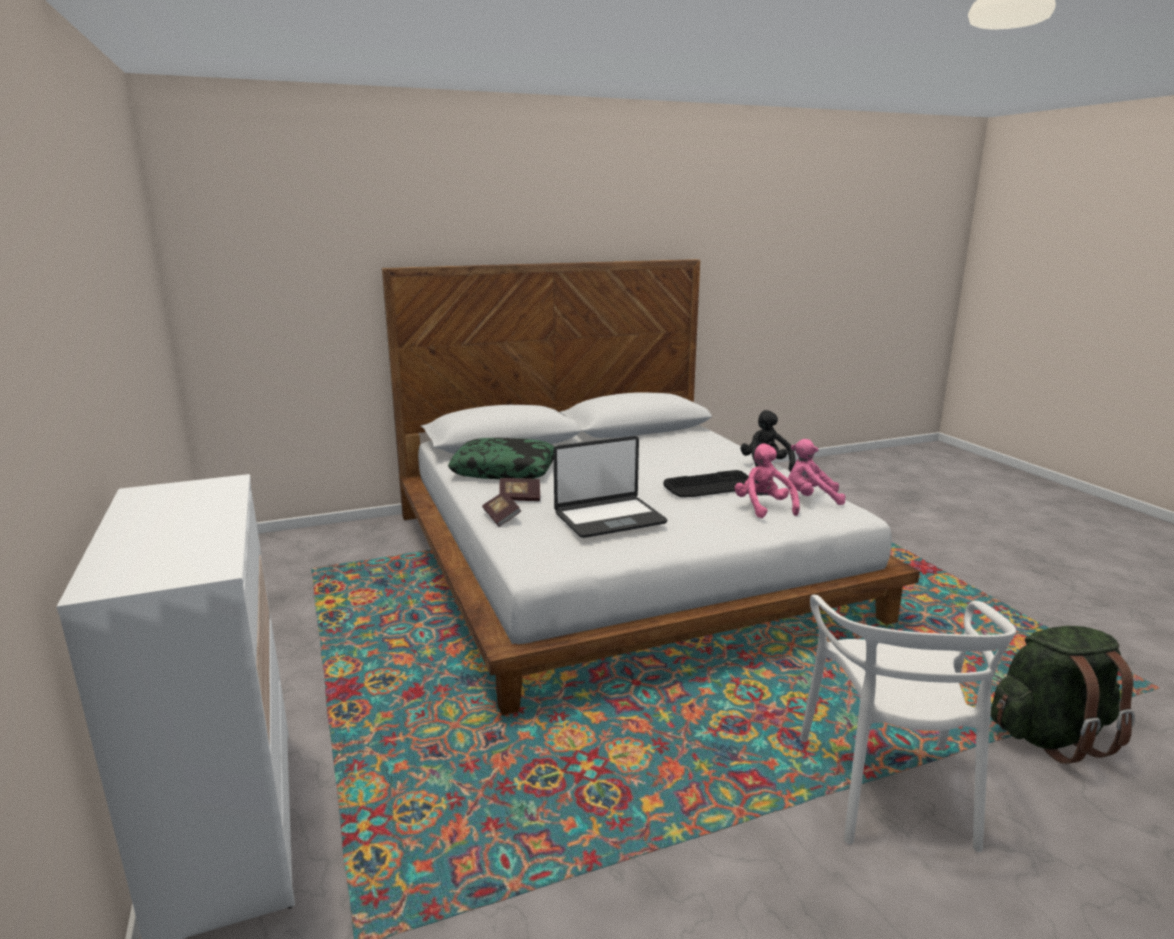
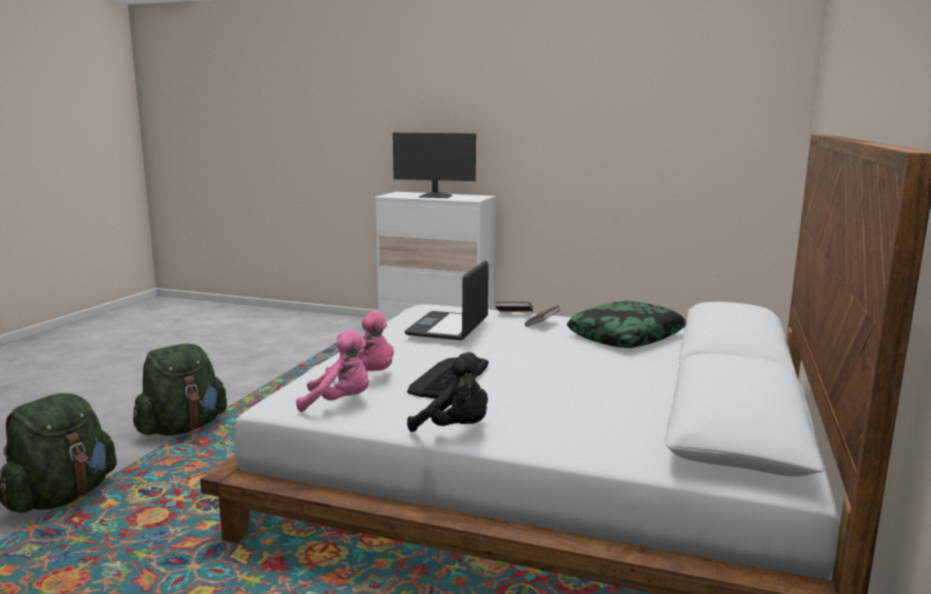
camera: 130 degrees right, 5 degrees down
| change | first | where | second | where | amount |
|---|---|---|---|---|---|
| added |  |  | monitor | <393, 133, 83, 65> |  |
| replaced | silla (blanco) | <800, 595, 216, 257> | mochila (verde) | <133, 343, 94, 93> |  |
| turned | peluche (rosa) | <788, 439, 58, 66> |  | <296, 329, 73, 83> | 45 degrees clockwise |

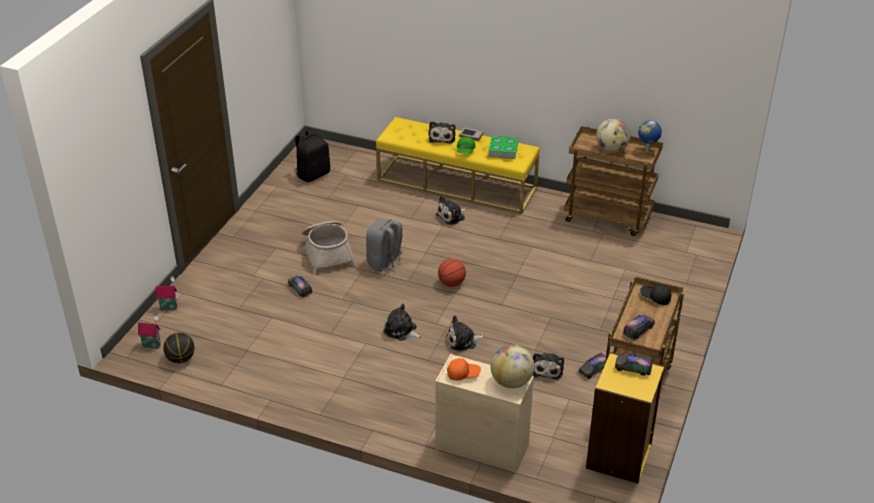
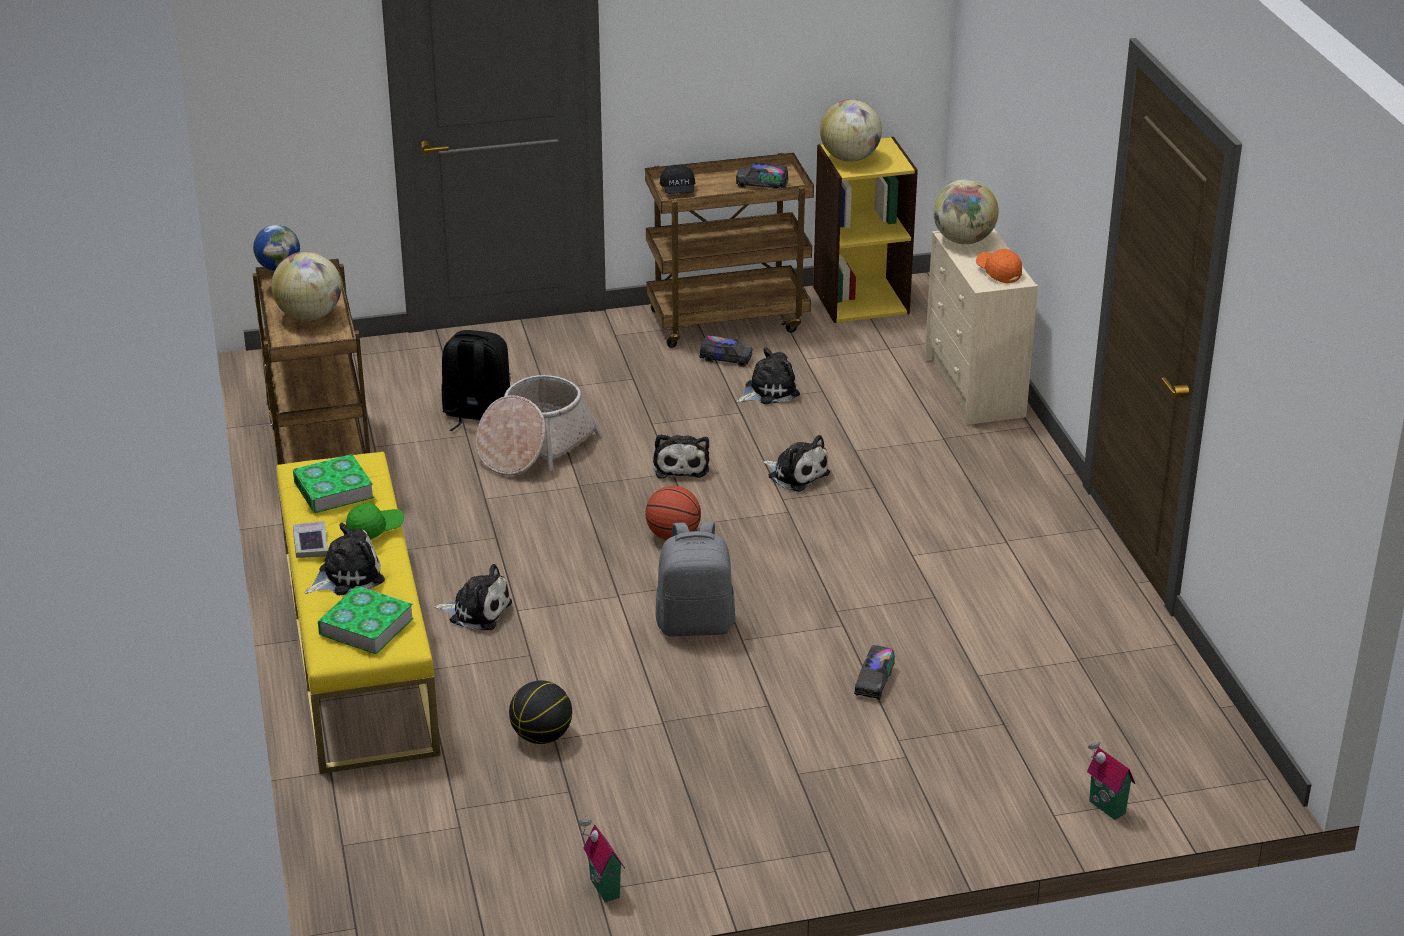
camera: 125 degrees left, 5 degrees down
| change | first | where | second | where | amount |
|---|---|---|---|---|---|
| added |  |  | libro | <318, 586, 96, 68> |  |
| moved | casita | <138, 314, 23, 35> |  | <578, 815, 47, 87> |  |
| moved | balón de baloncesto | <163, 333, 32, 30> |  | <509, 680, 63, 64> |  |
| moved | mochila (negro) | <295, 130, 35, 52> |  | <442, 330, 69, 101> |  |
| moved | cesta | <302, 221, 54, 54> |  | <476, 375, 126, 101> |  |
| moved | peluche | <383, 304, 39, 37> |  | <653, 434, 56, 45> |  |
| replaced | camión de juguete | <615, 353, 38, 23> | globo terráqueo | <820, 99, 62, 63> |  |

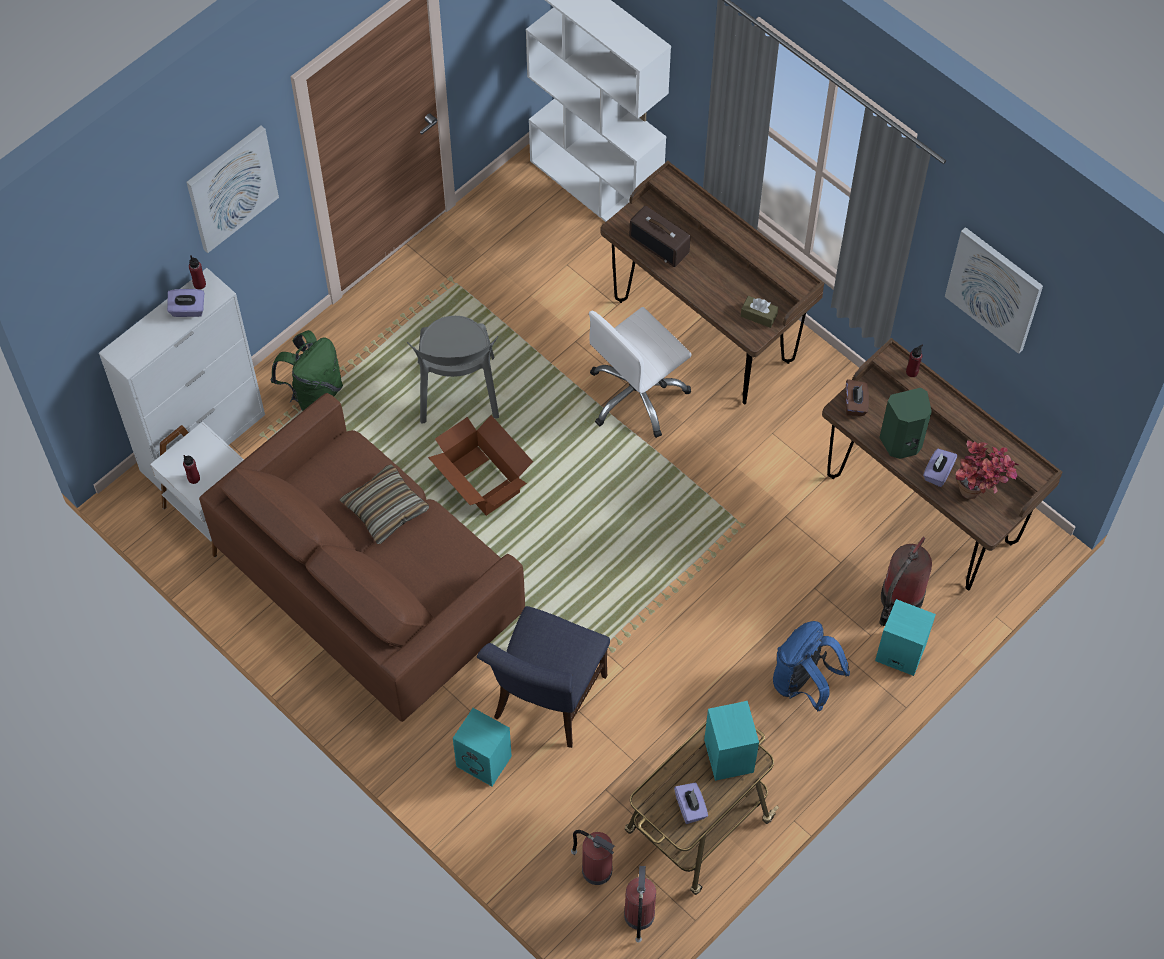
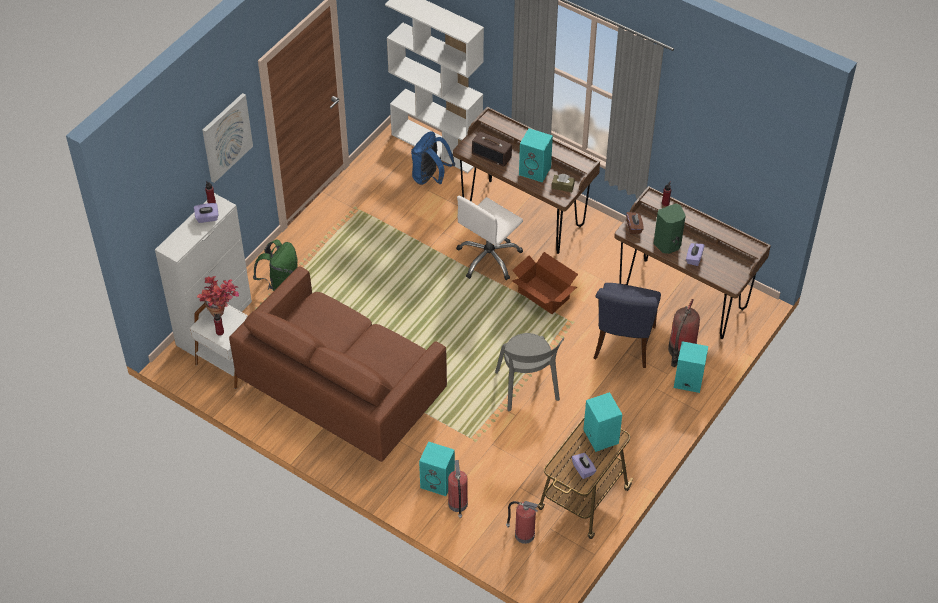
camera: 10 degrees left, 10 degrees down
| change | first | where | second | where | amount |
|---|---|---|---|---|---|
| removed | cojín | <340, 464, 89, 80> |  |  |  |
| removed | cuadro | <945, 227, 98, 127> |  |  |  |
| added |  |  | altavoz (turquesa) | <519, 128, 34, 55> |  |
| moved | silla (gris) | <407, 316, 92, 108> |  | <495, 333, 69, 78> |  |
| moved | caja de cartón | <428, 415, 105, 101> |  | <512, 252, 66, 62> |  |
| moved | silla (azul) | <477, 606, 133, 142> |  | <593, 283, 68, 85> |  |
| moved | extintor | <624, 865, 32, 78> |  | <448, 460, 20, 59> |  |
| moved | mochila (azul) | <773, 621, 77, 91> |  | <411, 131, 44, 54> |  |
| moved | planta en maceta | <955, 440, 63, 59> |  | <197, 276, 42, 41> |  |

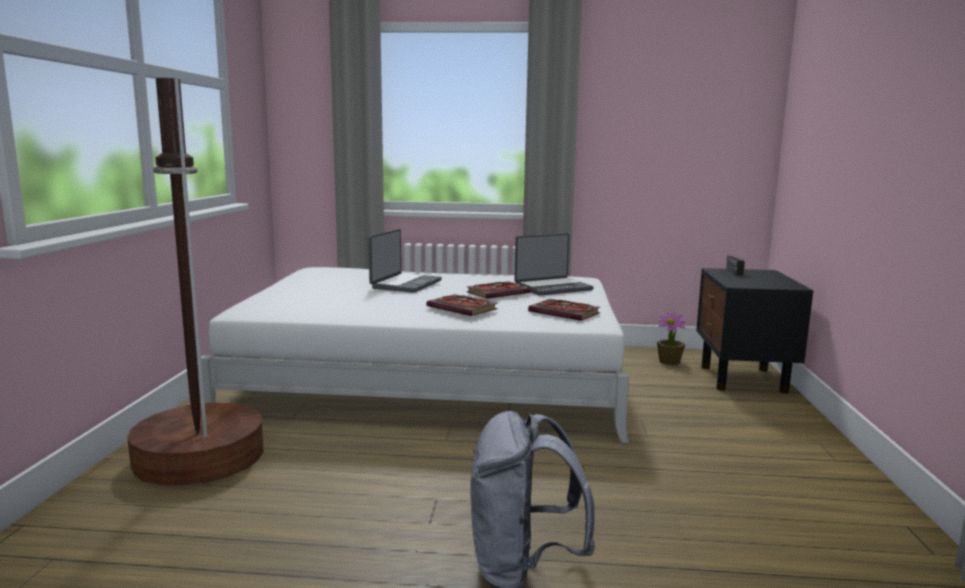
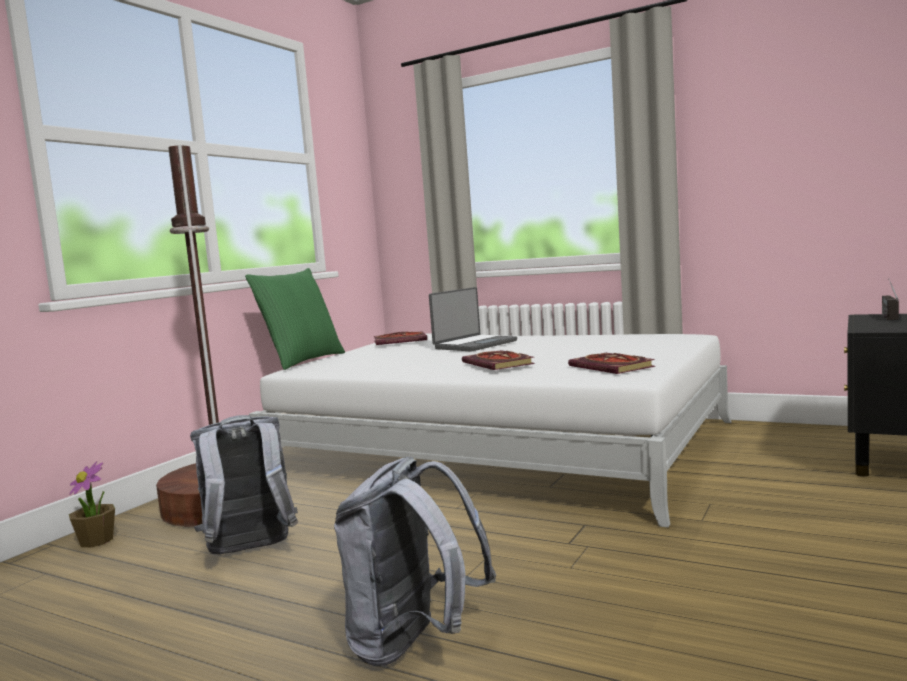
camera: 25 degrees right, 5 degrees down
| change | first | where | second | where | amount |
|---|---|---|---|---|---|
| removed | portátil | <514, 233, 80, 63> |  |  |  |
| added |  |  | mochila (gris) | <190, 415, 108, 139> |  |
| added |  |  | cojín (verde) | <245, 268, 100, 102> |  |
| moved | libro | <466, 281, 65, 18> |  | <374, 331, 53, 14> |  |
| moved | planta en maceta | <657, 312, 29, 53> |  | <69, 461, 46, 86> |  |

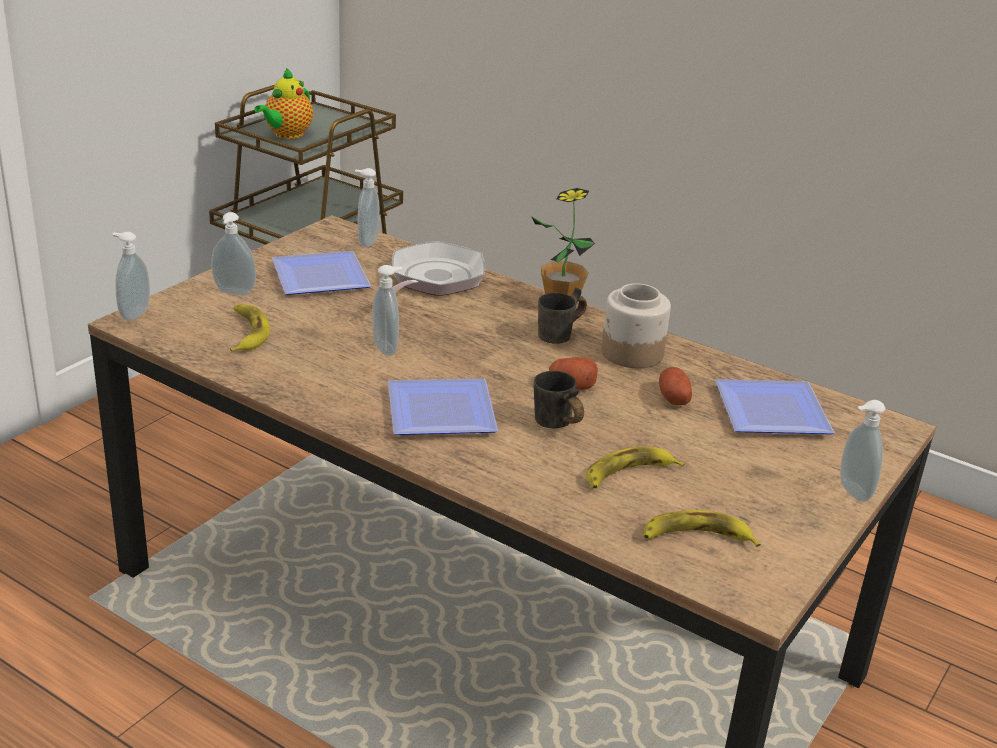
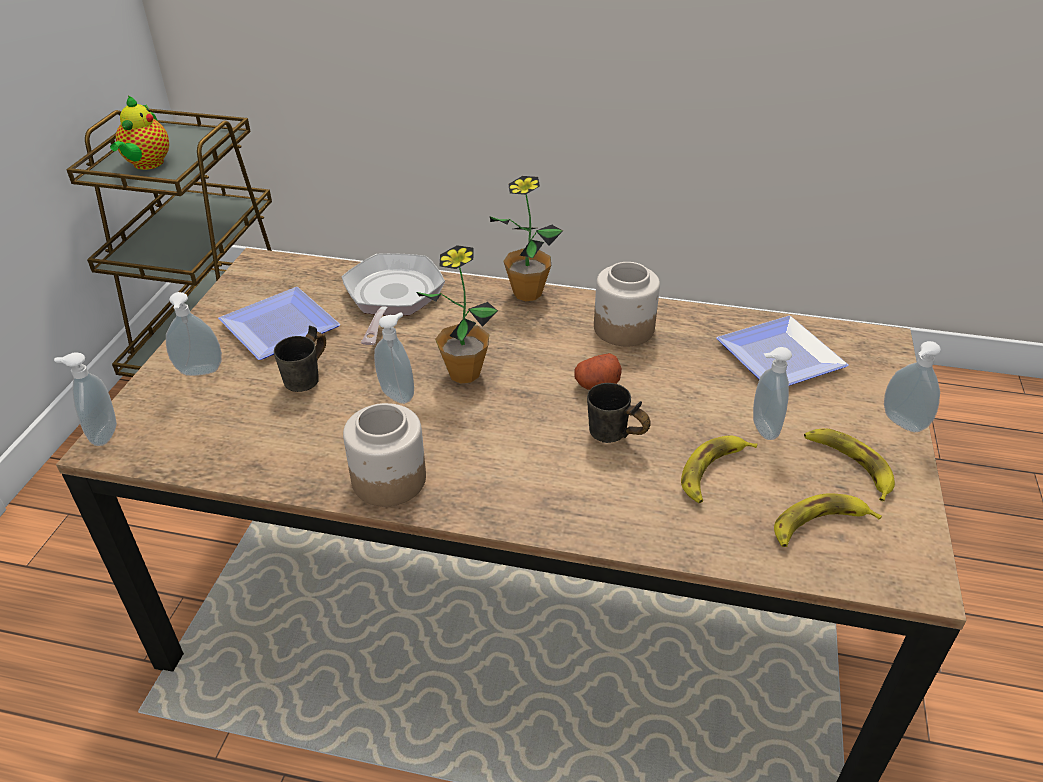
camera: 20 degrees left, 10 degrees up
| change | first | where | second | where | amount |
|---|---|---|---|---|---|
| removed | plato | <388, 378, 110, 57> |  |  |  |
| removed | patata | <659, 367, 33, 38> |  |  |  |
| added |  |  | tarro | <343, 403, 83, 103> |  |
| added |  |  | planta en maceta | <416, 245, 82, 138> |  |
| moved | plátano | <230, 304, 40, 48> |  | <804, 429, 91, 72> |  |
| moved | dispensador de jabón | <355, 168, 25, 79> |  | <753, 347, 39, 93> |  |
| moved | taza grande (gris) | <538, 287, 49, 57> |  | <274, 326, 52, 66> |  |

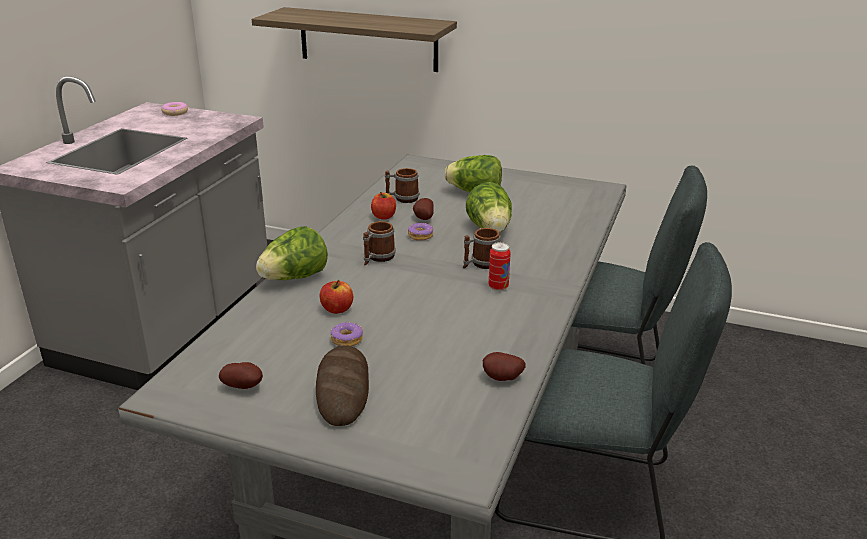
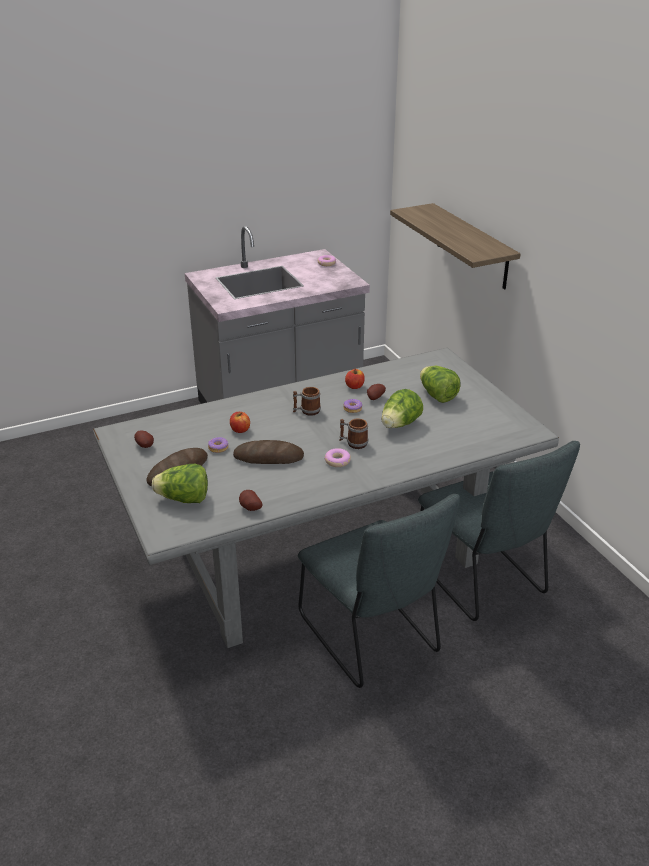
camera: 45 degrees right, 5 degrees up
| change | first | where | second | where | amount |
|---|---|---|---|---|---|
| removed | taza grande | <385, 168, 34, 35> |  |  |  |
| added |  |  | pan | <233, 440, 71, 24> |  |
| moved | lechuga | <256, 226, 72, 54> |  | <152, 464, 56, 39> |  |
| replaced | lata | <489, 242, 22, 49> | rosquilla | <324, 448, 27, 19> |  |

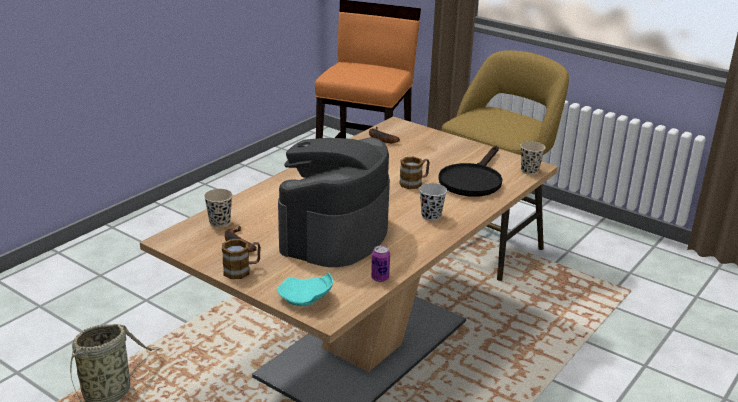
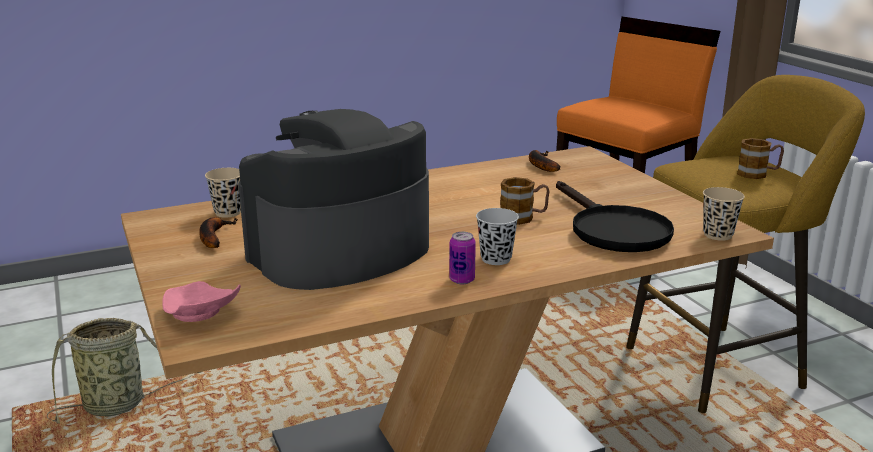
camera: 30 degrees right, 5 degrees down
| change | first | where | second | where | amount |
|---|---|---|---|---|---|
| moved | taza grande | <222, 239, 39, 40> |  | <737, 138, 47, 41> |  |
| moved | lata | <371, 245, 19, 37> |  | <449, 232, 27, 52> |  |
| recoloured | plato (turquesa) | <277, 273, 56, 33> | plato (rosa) | <162, 281, 79, 41> |  |
| turned | sartén (negro) | <438, 146, 64, 51> |  | <556, 181, 118, 71> | 75 degrees counterclockwise |

